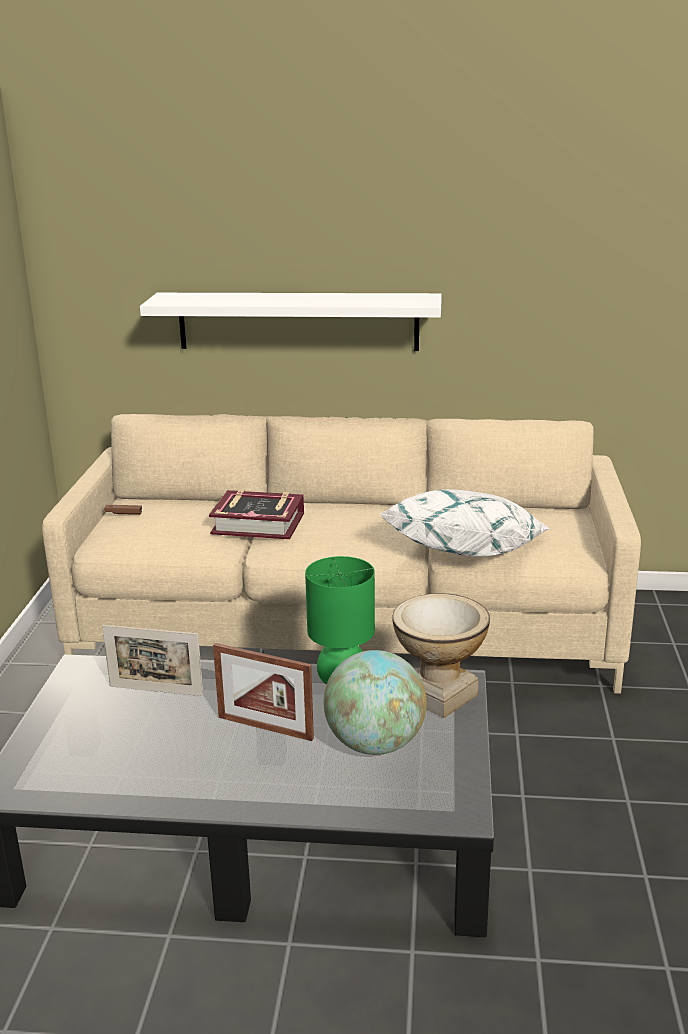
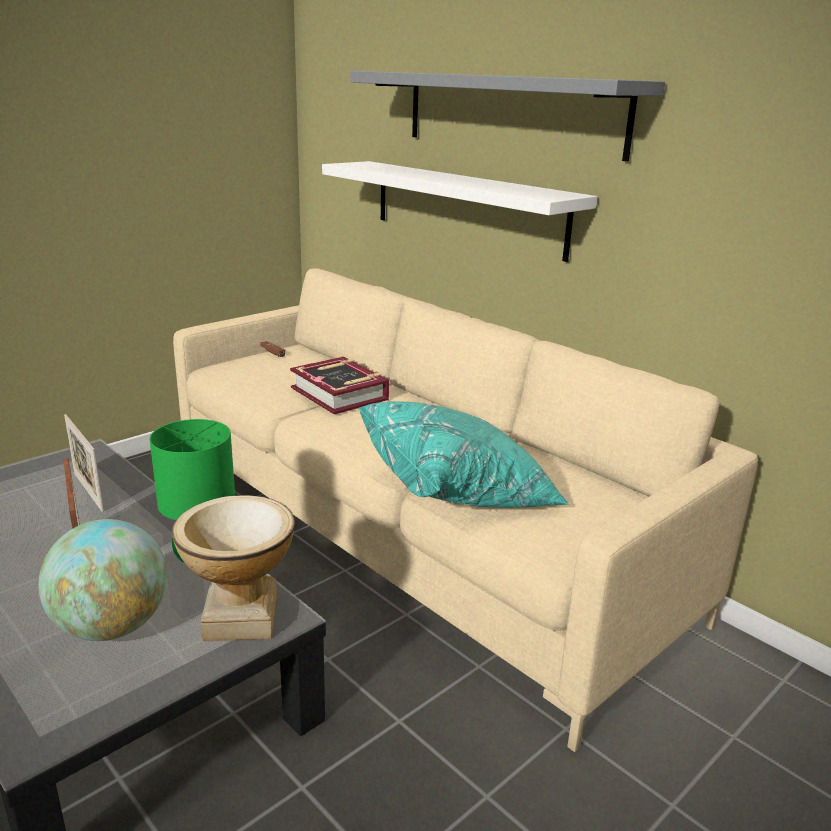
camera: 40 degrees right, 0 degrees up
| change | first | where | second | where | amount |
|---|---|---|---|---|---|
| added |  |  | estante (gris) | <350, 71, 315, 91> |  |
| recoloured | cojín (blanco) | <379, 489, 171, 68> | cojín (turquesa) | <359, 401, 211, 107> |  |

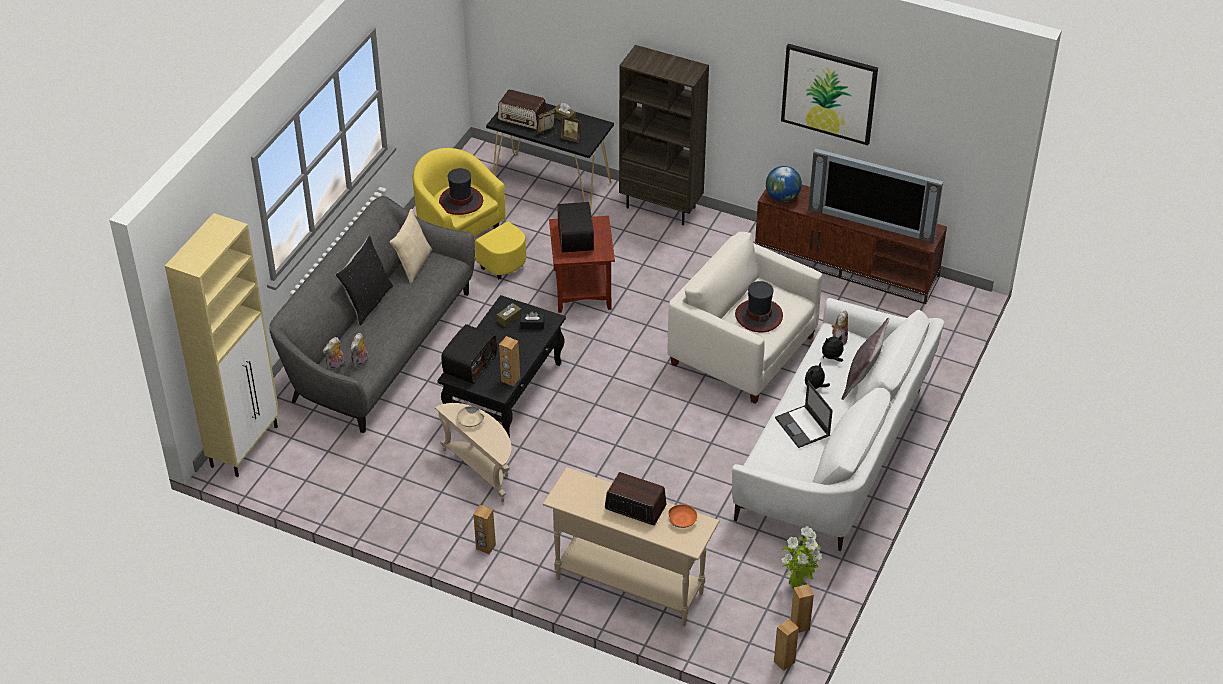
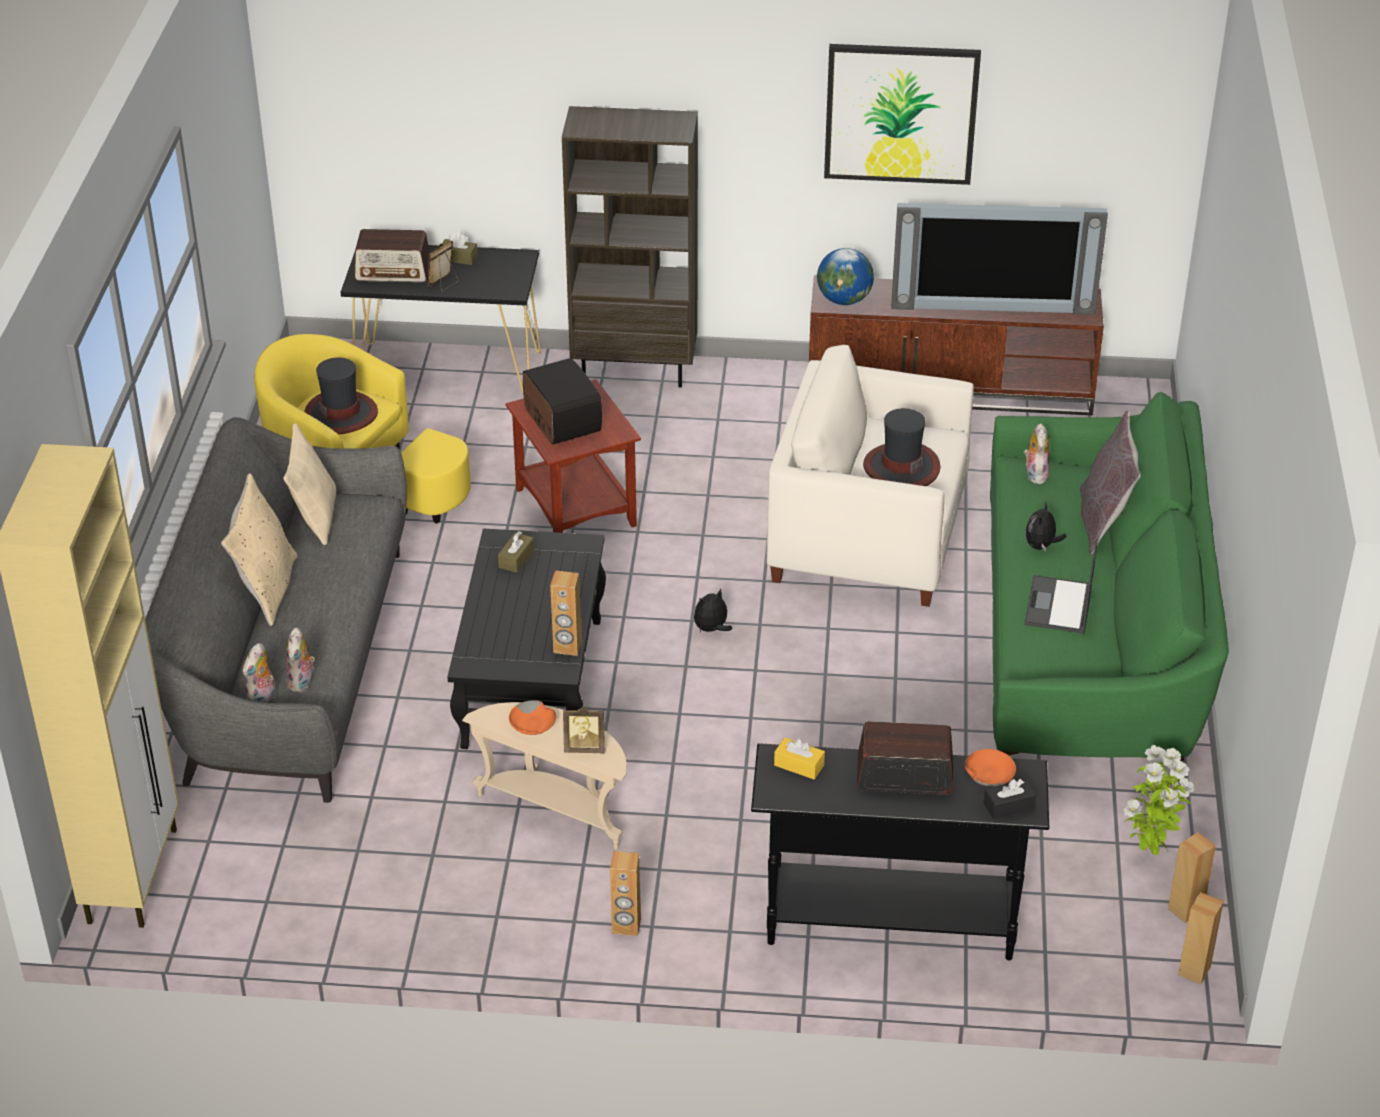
camera: 20 degrees left, 5 degrees down
| change | first | where | second | where | amount |
|---|---|---|---|---|---|
| removed | radio | <442, 324, 55, 60> |  |  |  |
| added |  |  | caja de pañuelos (amarillo) | <774, 737, 51, 42> |  |
| moved | caja de pañuelos (negro) | <520, 312, 24, 17> |  | <984, 779, 52, 40> |  |
| moved | portarretratos | <561, 116, 20, 27> |  | <563, 707, 42, 46> |  |
| moved | peluche | <822, 335, 22, 27> |  | <694, 589, 38, 43> |  |
| recoloured | cojín (negro) | <335, 235, 58, 90> | cojín (beis) | <221, 473, 77, 153> |  |
| recoloured | cuenco (beis) | <457, 406, 27, 21> | cuenco (naranja) | <509, 700, 47, 35> |  |
| recoloured | mesa consola (beis) | <543, 467, 177, 159> | mesa consola (negro) | <751, 743, 298, 217> |  |
| recoloured | sofá (blanco) | <732, 298, 212, 253> | sofá (verde) | <990, 392, 239, 389> |  |
| turned | portátil | <775, 381, 58, 67> |  | <1024, 539, 74, 95> | 60 degrees clockwise |

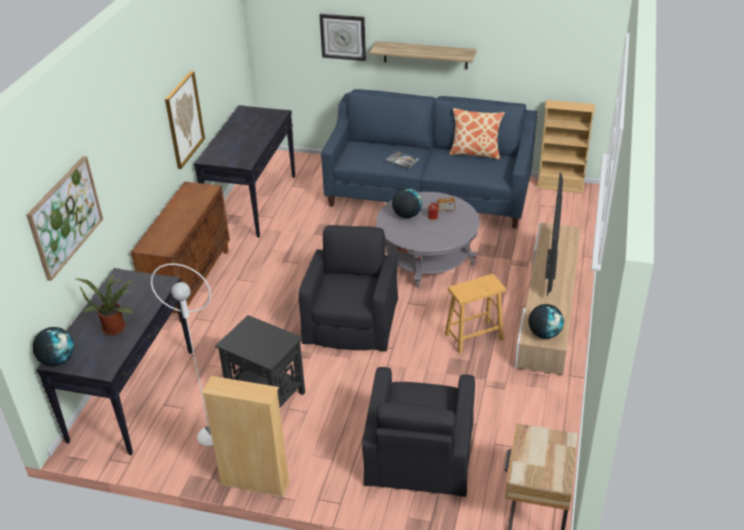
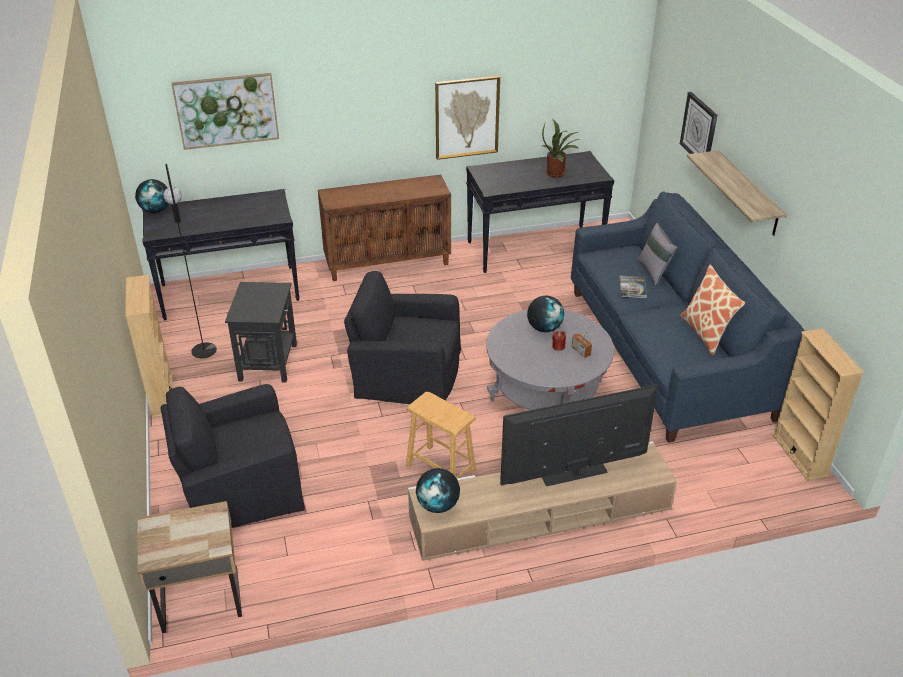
camera: 60 degrees right, 0 degrees up
| change | first | where | second | where | amount |
|---|---|---|---|---|---|
| added |  |  | cojín (gris) | <637, 223, 41, 63> |  |
| moved | planta en maceta | <76, 273, 58, 62> |  | <542, 119, 38, 59> |  |
| recoloured | lámpara de pie (blanco) | <150, 263, 63, 183> | lámpara de pie (negro) | <163, 164, 54, 194> |  |
| turned | sillón (negro) | <299, 225, 99, 127> |  | <344, 271, 117, 133> | 150 degrees counterclockwise |

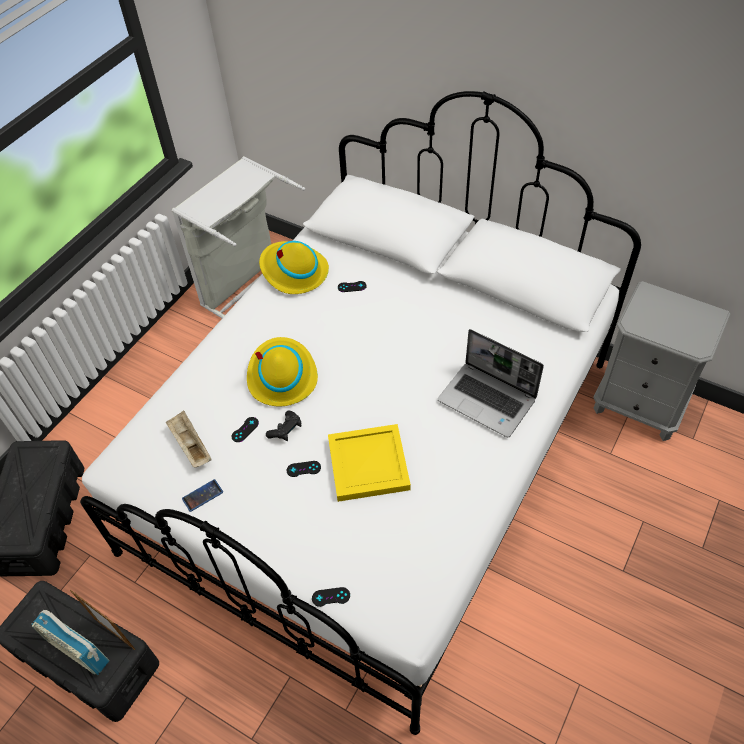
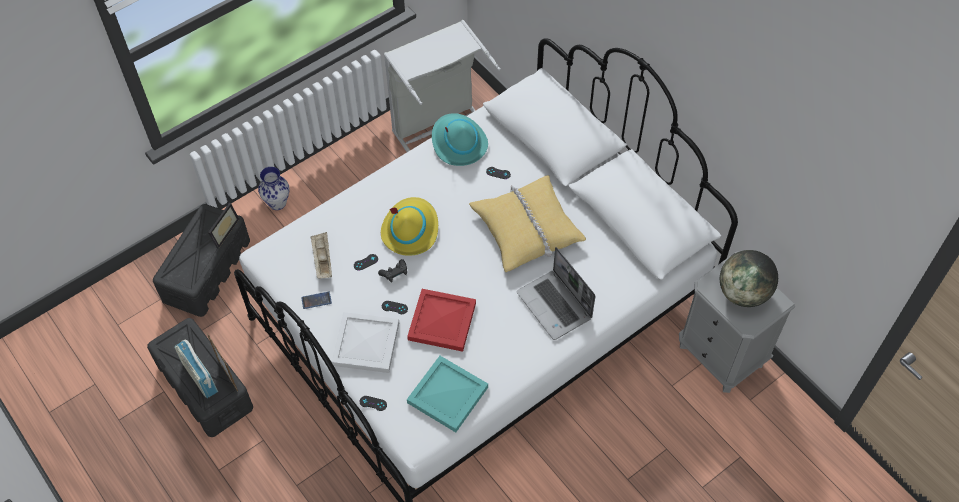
camera: 20 degrees right, 5 degrees up
| change | first | where | second | where | amount |
|---|---|---|---|---|---|
| added |  |  | portarretratos | <208, 203, 31, 46> |  |
| added |  |  | florero | <258, 167, 32, 43> |  |
| added |  |  | bandeja (blanco) | <332, 312, 67, 61> |  |
| added |  |  | bandeja (turquesa) | <407, 356, 81, 76> |  |
| added |  |  | cojín (amarillo) | <469, 175, 117, 97> |  |
| added |  |  | globo terráqueo | <720, 250, 58, 57> |  |
| recoloured | sombrero (amarillo) | <259, 241, 70, 53> | sombrero (turquesa) | <432, 113, 56, 53> |  |
| recoloured | bandeja (amarillo) | <328, 424, 83, 78> | bandeja (rojo) | <407, 289, 69, 63> |  |

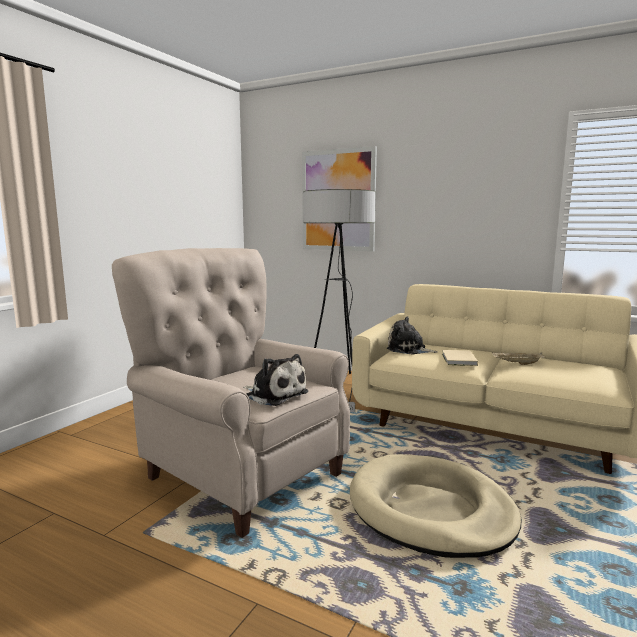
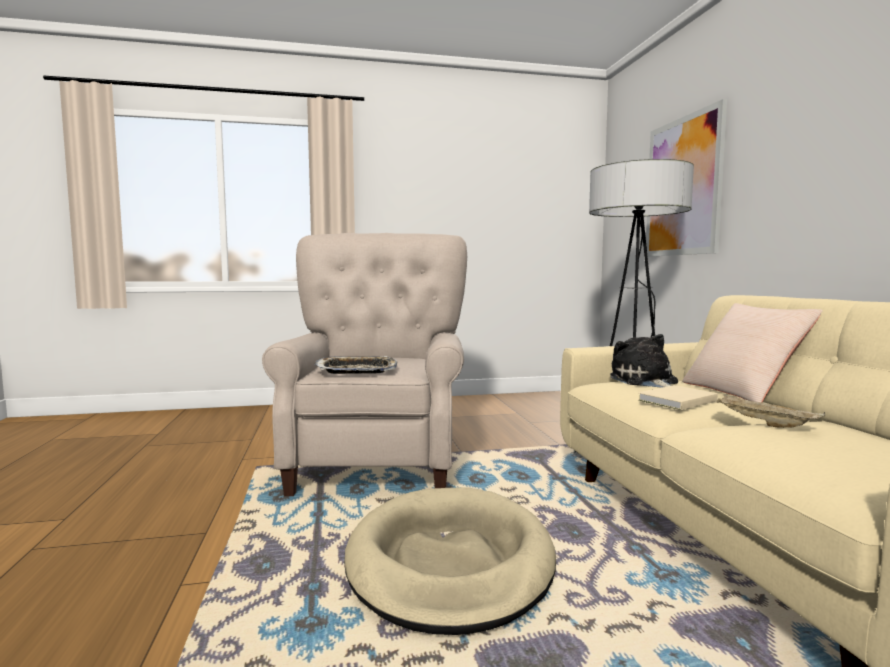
camera: 50 degrees right, 5 degrees down
| change | first | where | second | where | amount |
|---|---|---|---|---|---|
| added |  |  | cojín (beis) | <682, 303, 141, 99> |  |
| replaced | peluche | <243, 354, 65, 52> | bandeja | <314, 356, 84, 18> |  |

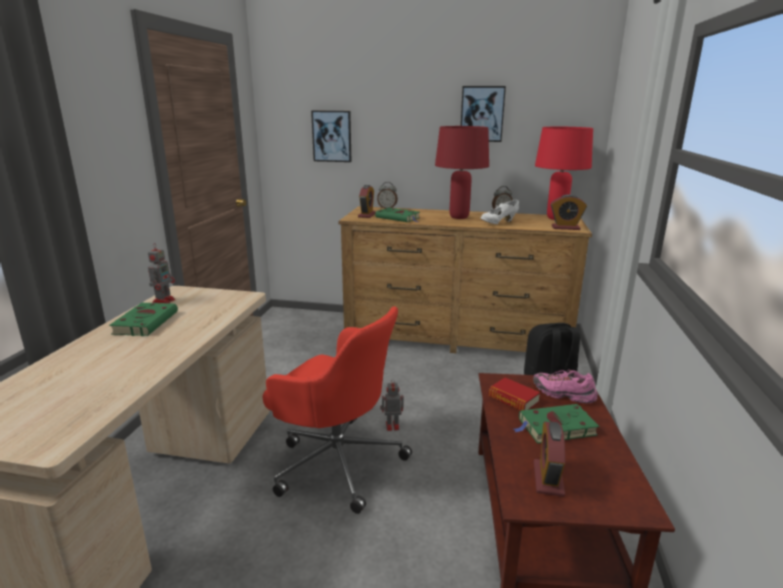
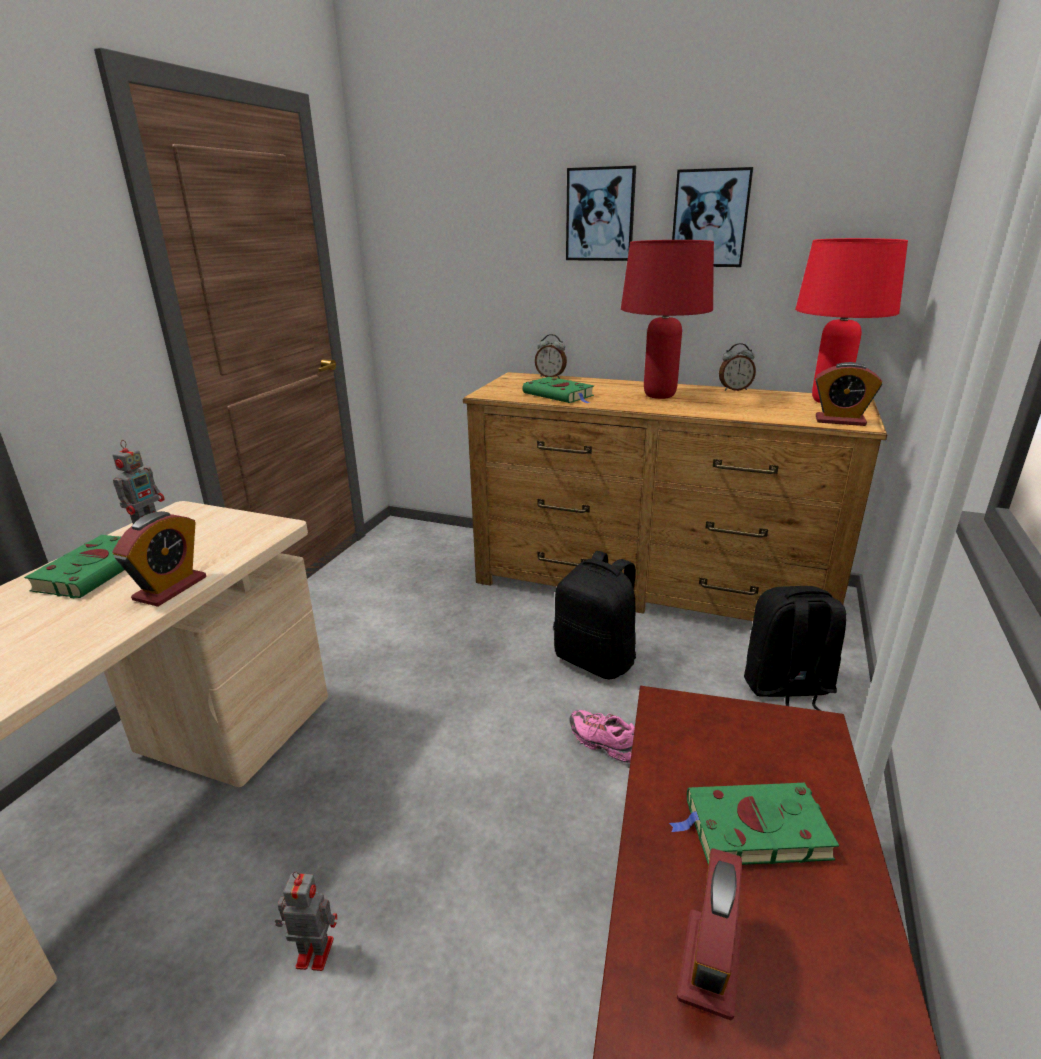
camera: 10 degrees right, 5 degrees up
| change | first | where | second | where | amount |
|---|---|---|---|---|---|
| removed | silla de oficina (rojo) | <263, 306, 149, 208> |  |  |  |
| removed | zapato (blanco) | <481, 200, 38, 24> |  |  |  |
| removed | libro | <488, 378, 52, 33> |  |  |  |
| added |  |  | mochila (negro) | <553, 551, 83, 128> |  |
| moved | cuadro | <311, 111, 41, 51> |  | <566, 166, 70, 95> |  |
| moved | despertador | <358, 185, 18, 33> |  | <112, 511, 94, 96> |  |
| moved | robot de juguete | <380, 379, 24, 52> |  | <275, 871, 63, 100> |  |
| moved | zapato (rosa) | <533, 369, 65, 34> |  | <569, 710, 66, 53> |  |

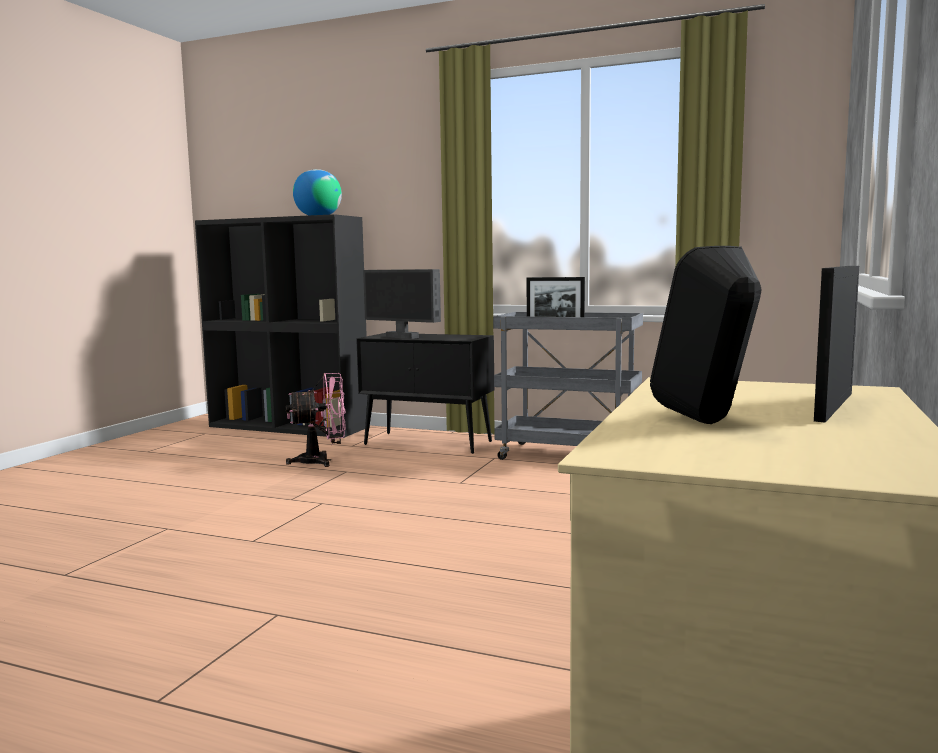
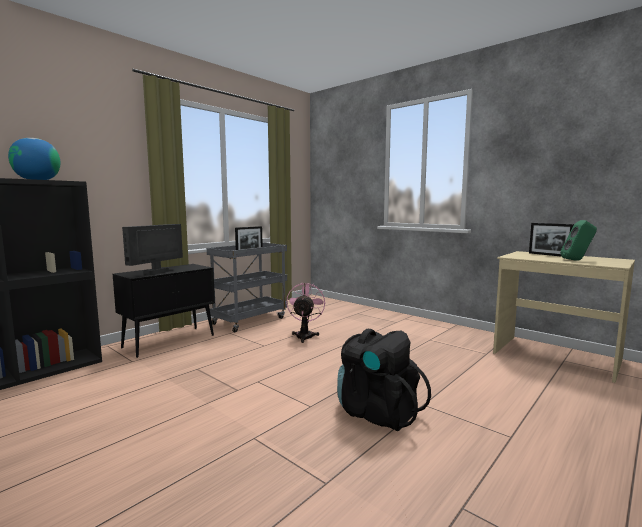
camera: 70 degrees left, 0 degrees up
| change | first | where | second | where | amount |
|---|---|---|---|---|---|
| added |  |  | mochila (negro) | <337, 329, 94, 102> |  |
| moved | ventilador (rosa) | <286, 373, 60, 94> |  | <286, 283, 40, 60> |  |
| recoloured | altavoz (negro) | <650, 246, 112, 178> | altavoz (verde) | <560, 220, 37, 41> |  |
| turned | monitor | <363, 269, 78, 70> |  | <122, 224, 61, 51> | 150 degrees clockwise |

